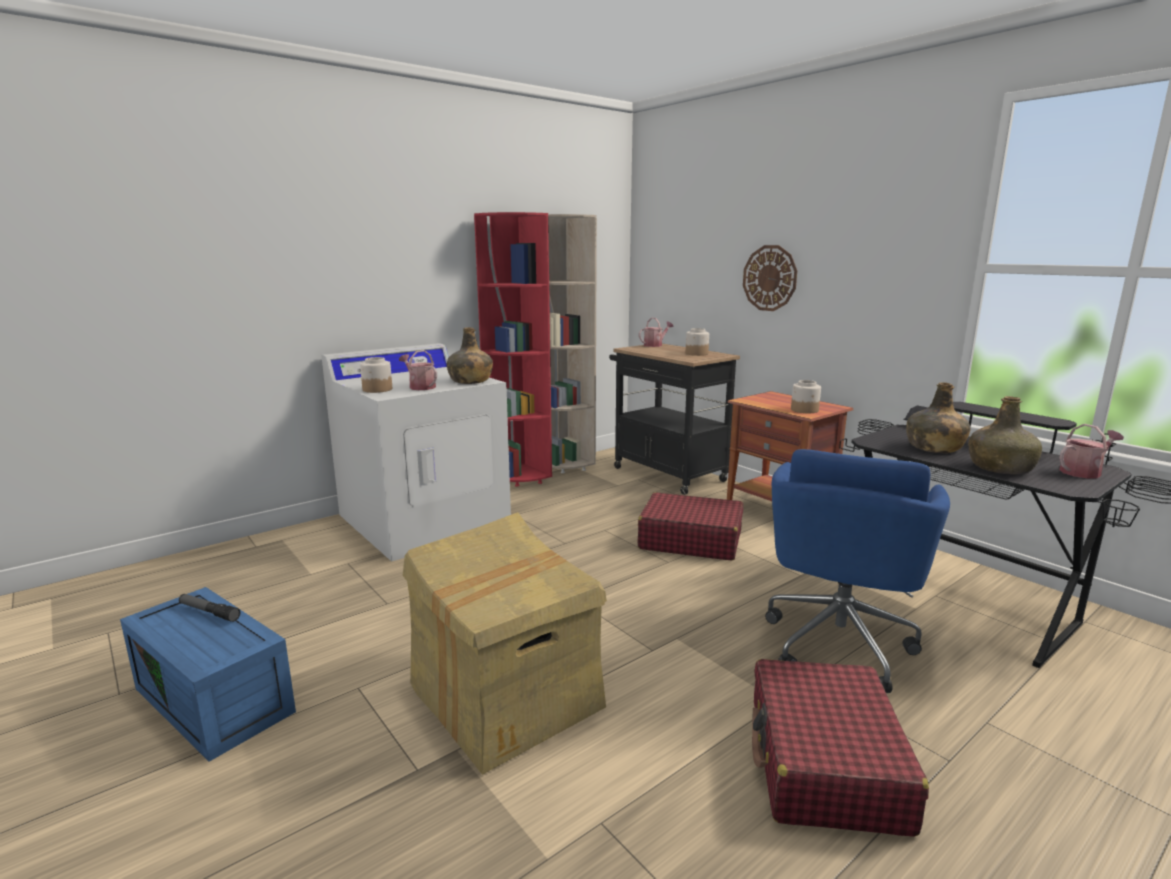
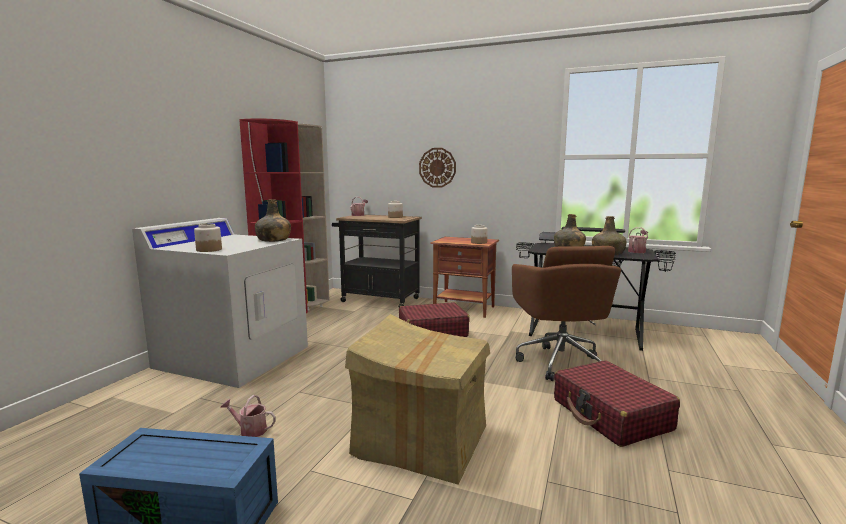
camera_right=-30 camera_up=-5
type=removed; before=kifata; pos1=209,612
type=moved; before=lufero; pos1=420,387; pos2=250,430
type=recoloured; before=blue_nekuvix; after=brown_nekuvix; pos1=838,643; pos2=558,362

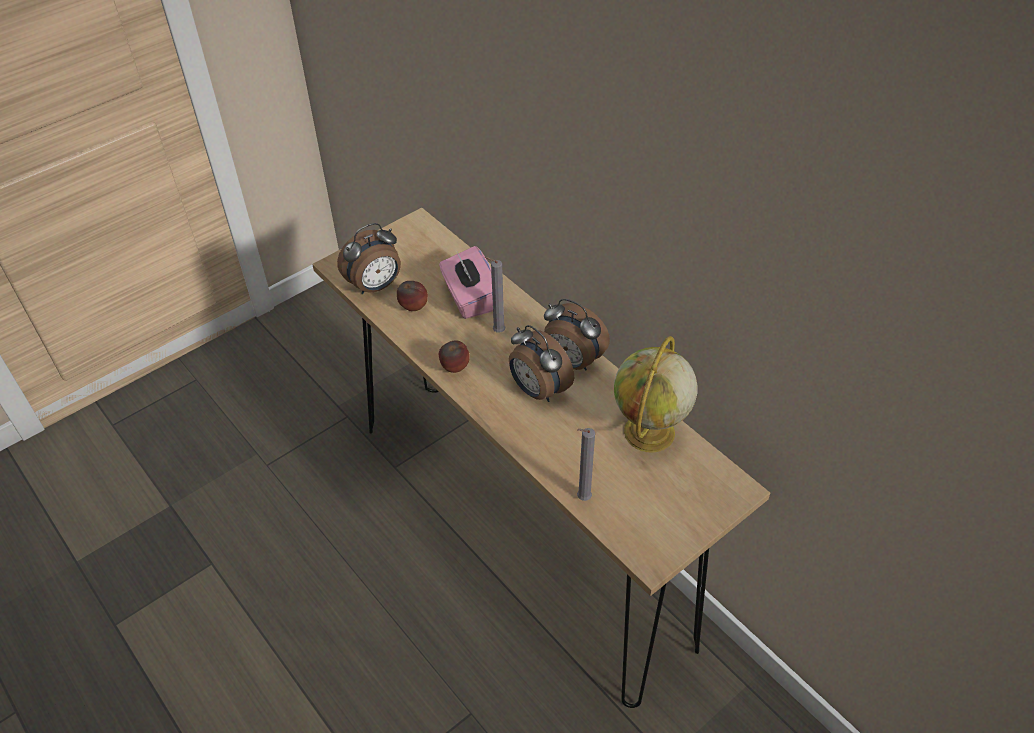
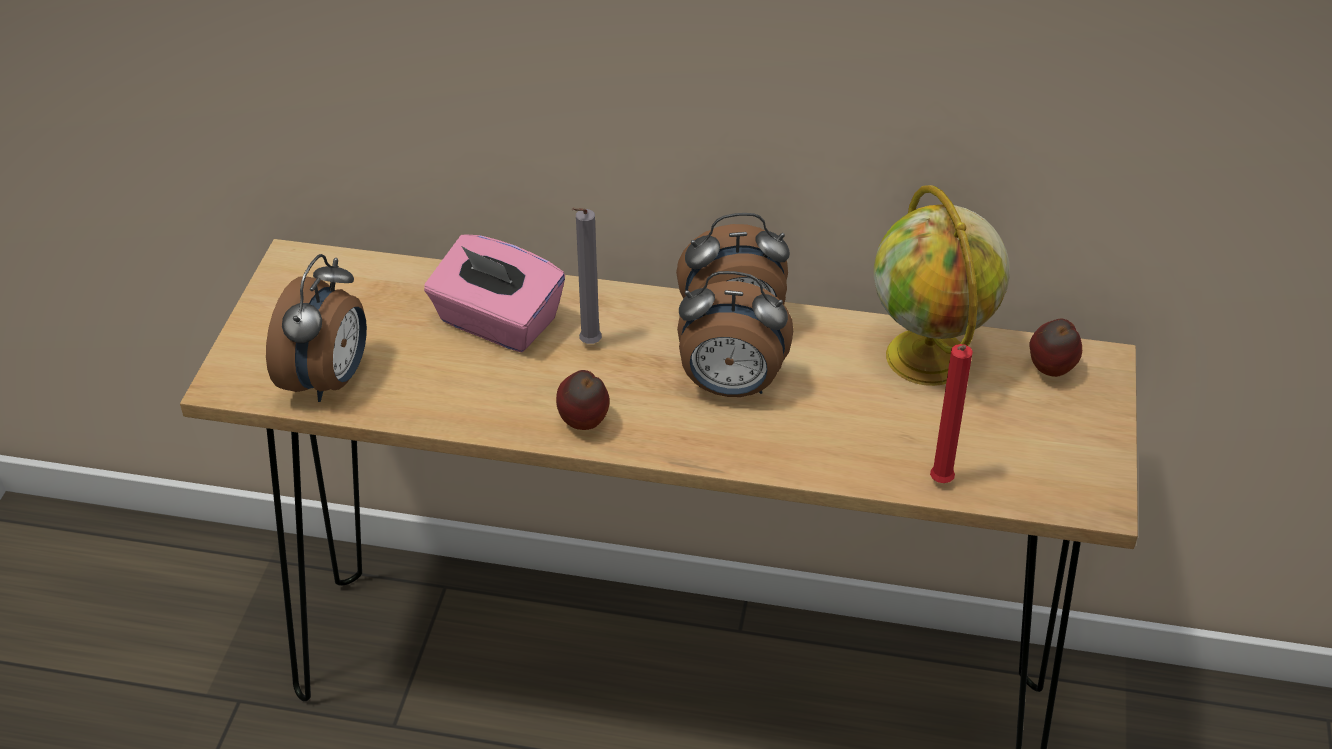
camera_right=-40 camera_up=-5
type=moved; before=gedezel; pos1=413,308; pos2=1050,372
type=recoloured; before=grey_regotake; after=red_regotake; pos1=581,499; pos2=939,484

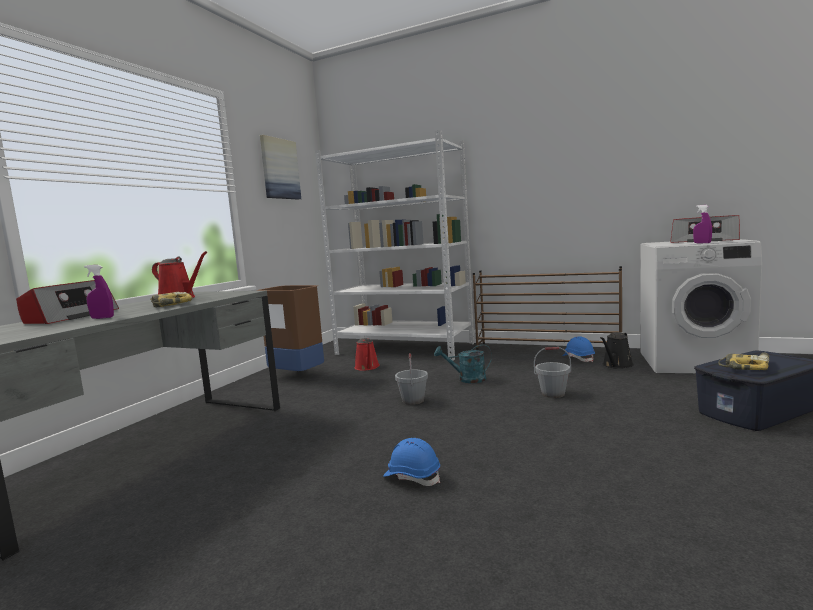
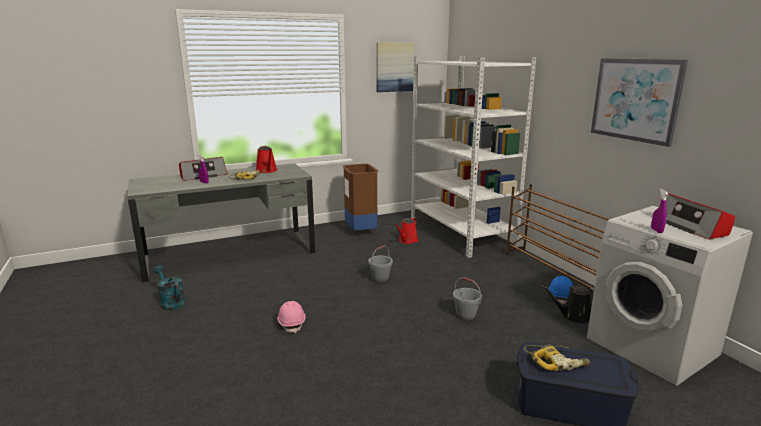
camera_right=40 camera_up=10
type=added; after=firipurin; pos2=635,100
type=moved; before=turquoise_lufero; pos1=467,379; pos2=171,302
type=recoloured; before=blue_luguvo; after=pink_luguvo; pos1=412,477; pos2=291,323

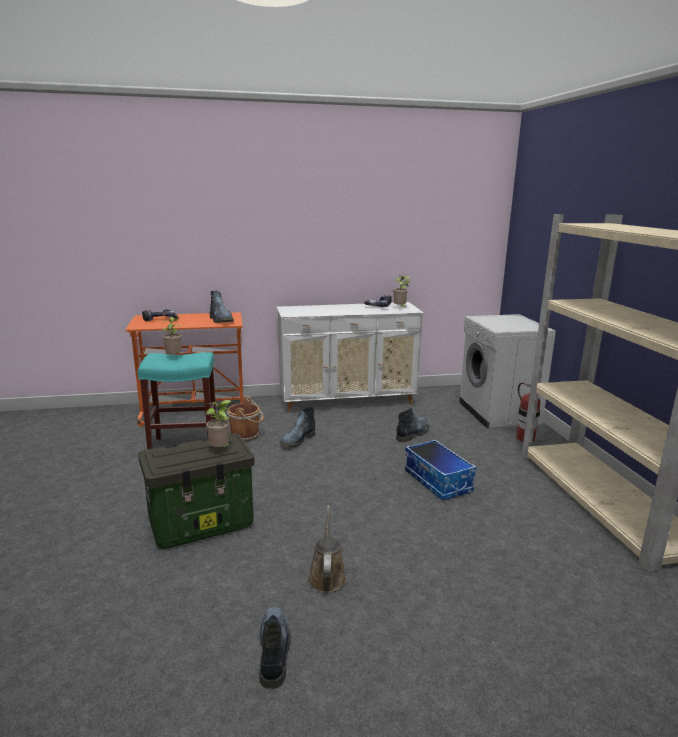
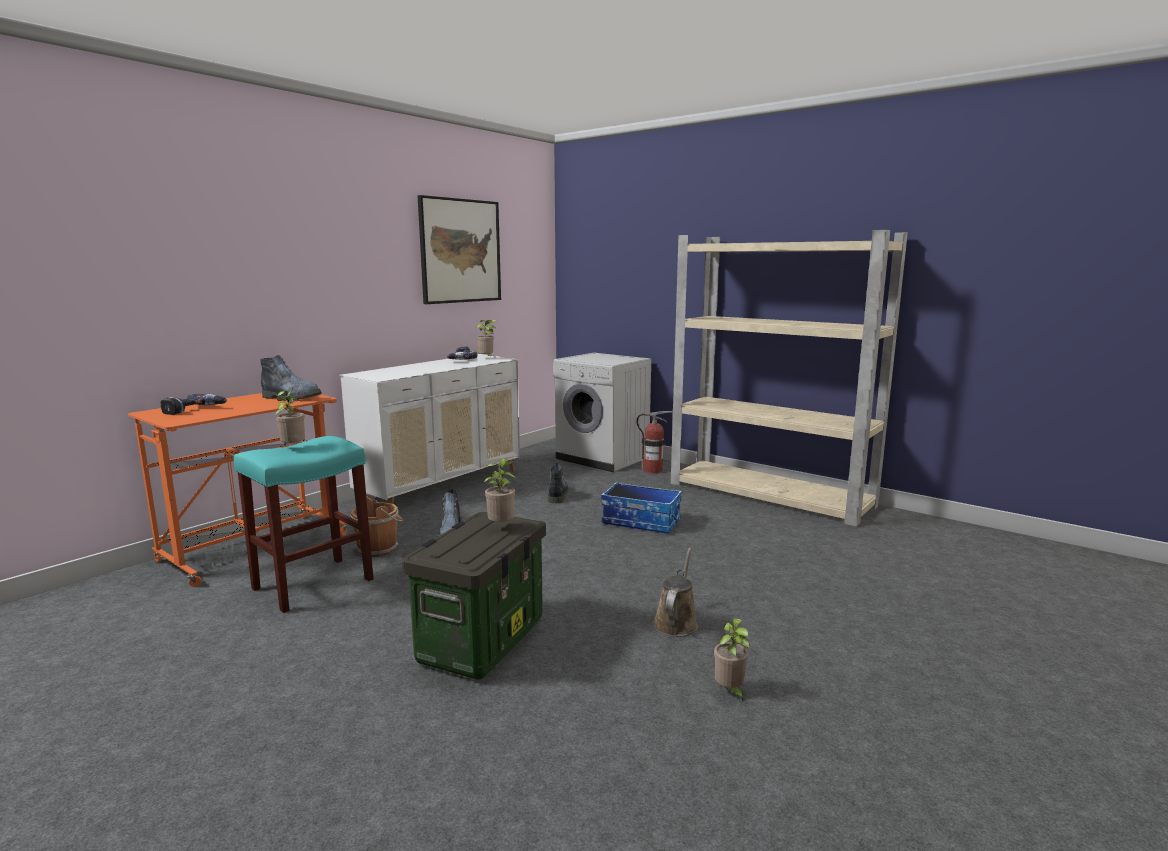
camera_right=-40 camera_up=-5
type=added; after=firipurin; pos2=460,251
type=replaced; before=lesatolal; after=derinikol; pos1=273,649; pos2=730,691
type=turned; before=brown_lufero; pos1=326,576; pos2=676,622; turn=60

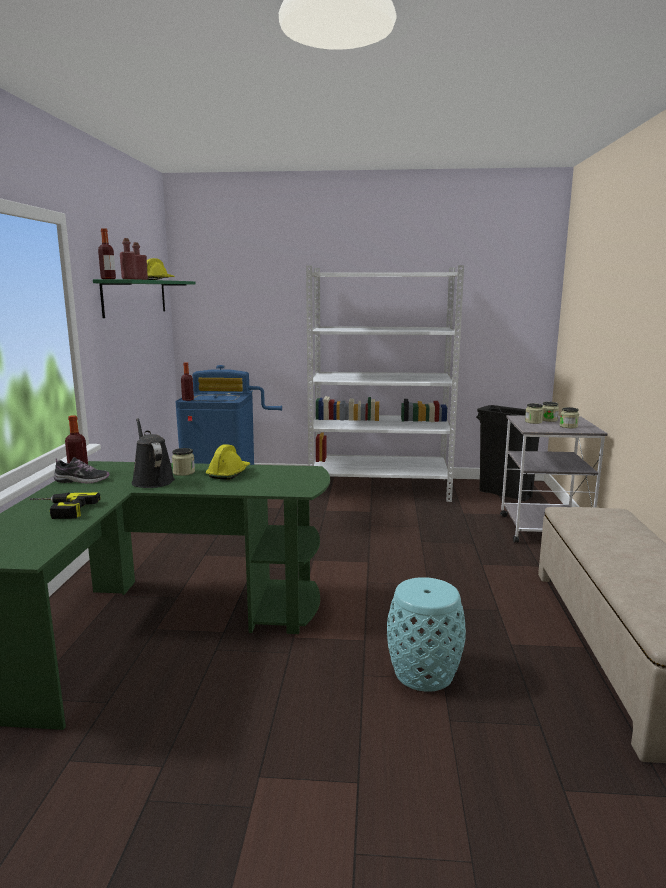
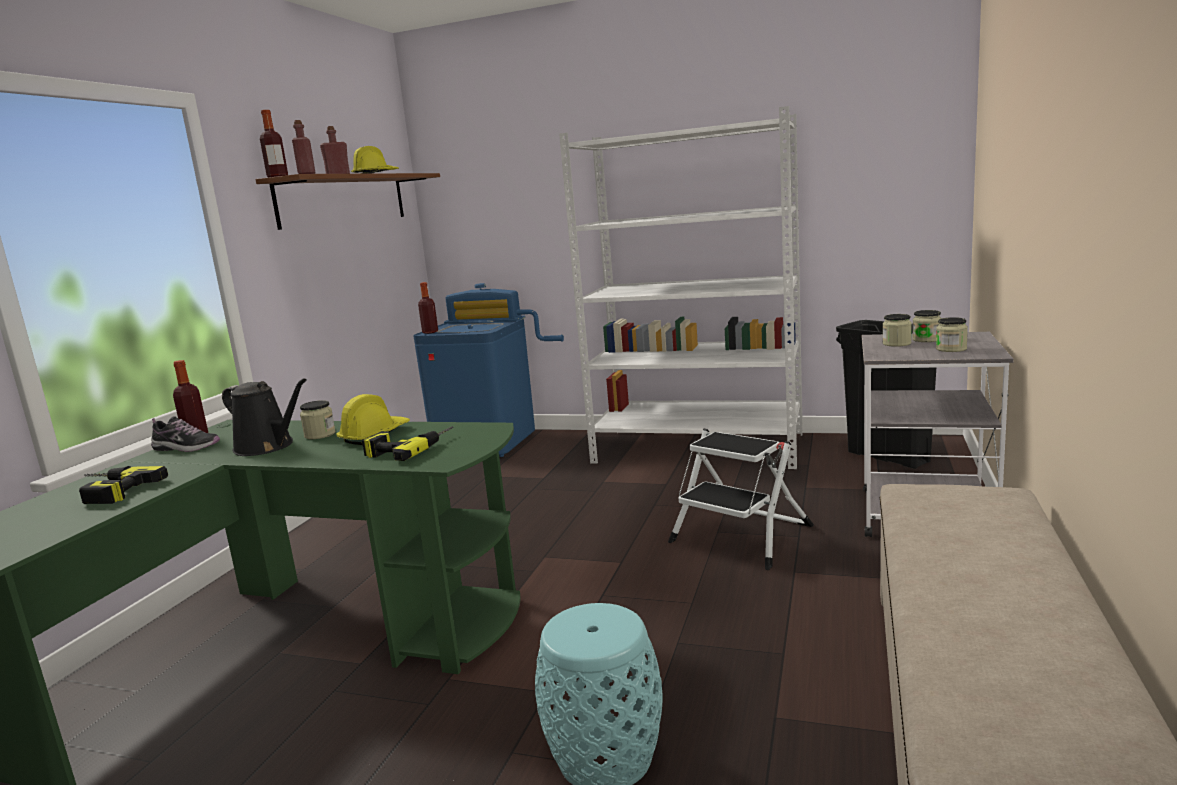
camera_right=15 camera_up=0
type=added; after=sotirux; pos2=409,447
type=added; after=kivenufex; pos2=742,535
type=recoloured; before=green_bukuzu; after=brown_bukuzu; pos1=135,297; pos2=344,200
type=turned; before=black_lufero; pos1=152,480; pos2=268,447; turn=135

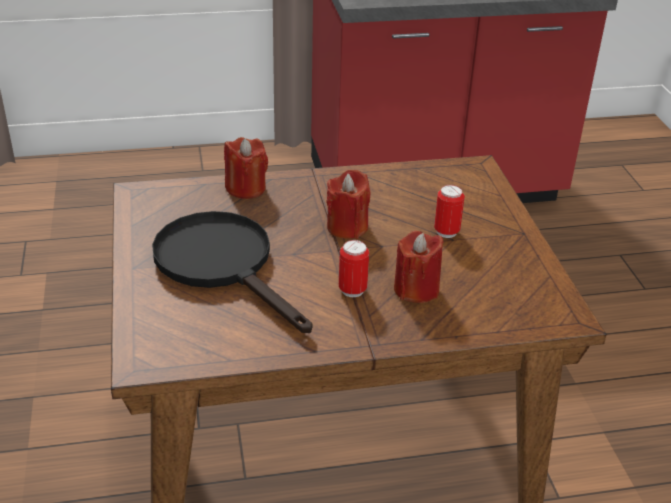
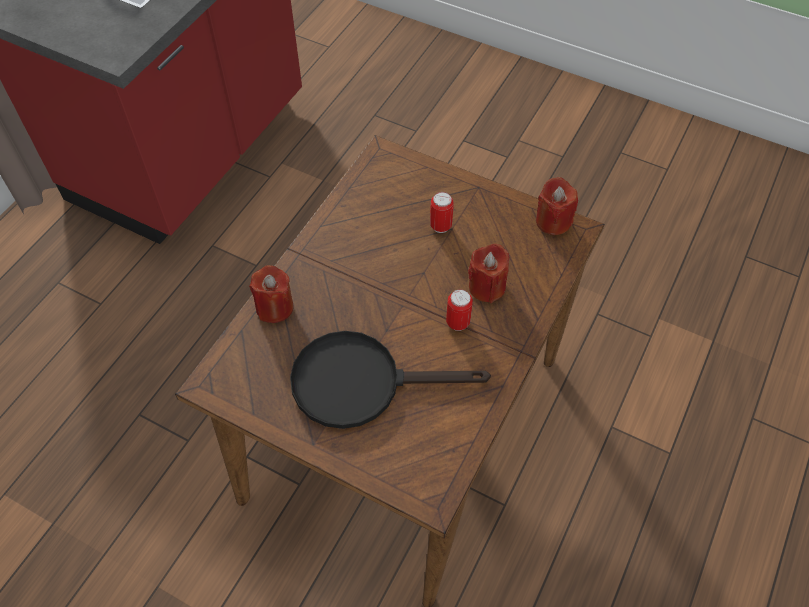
camera_right=-50 camera_up=20
type=moved; before=red_regotake; pos1=347,227; pos2=553,221

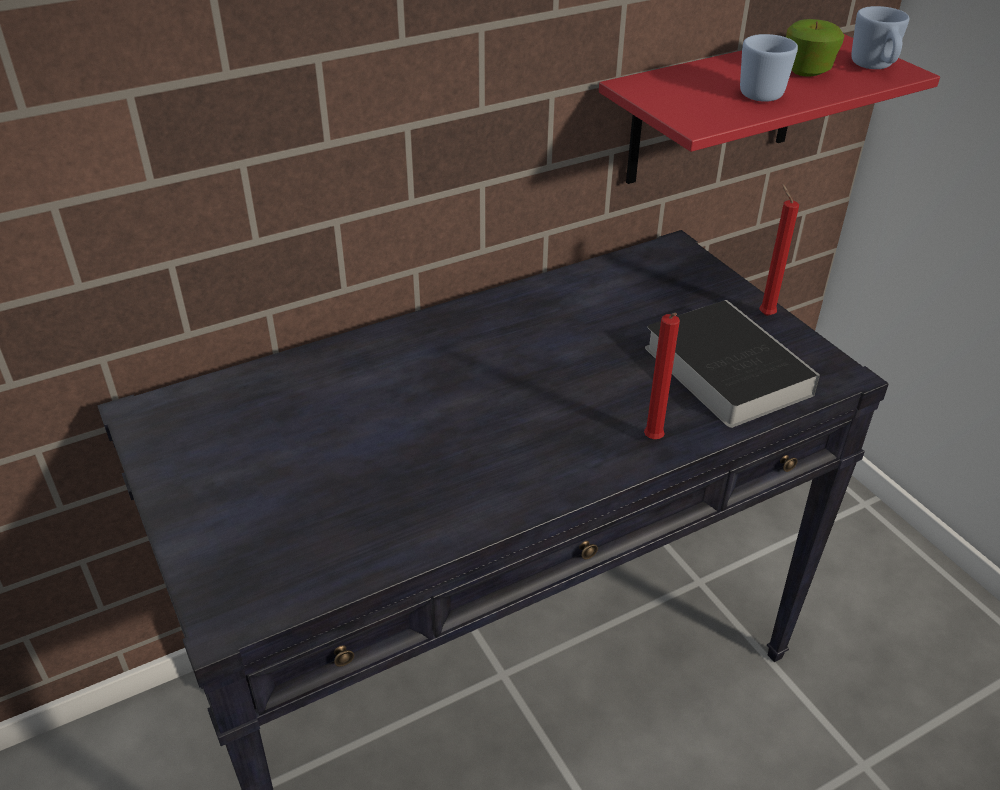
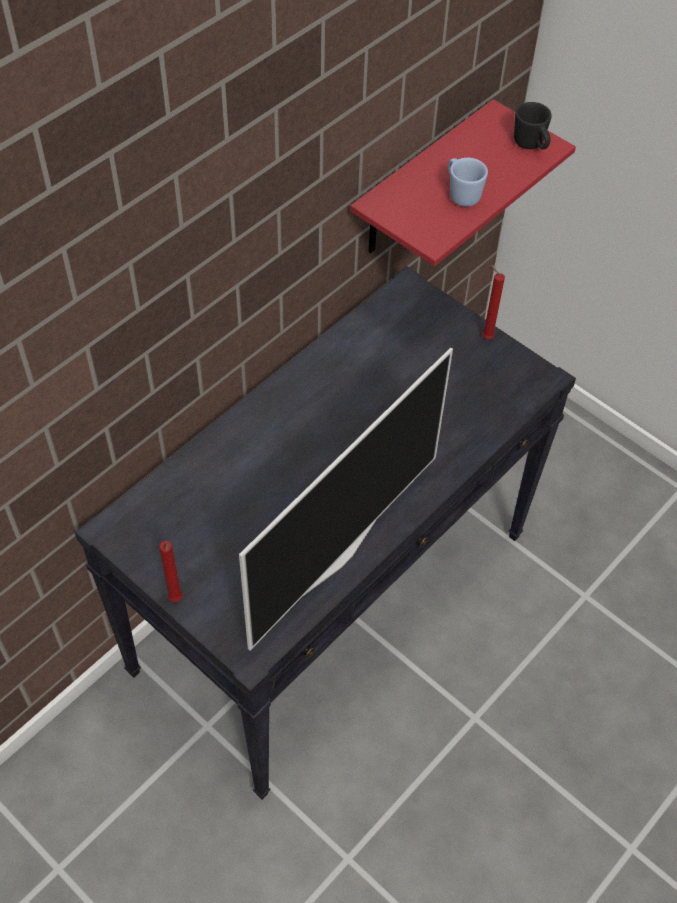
camera_right=-20 camera_up=15
type=removed; before=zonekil; pos1=722,368
type=removed; before=gedezel; pos1=807,71
type=added; after=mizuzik; pos2=336,553
type=moved; before=red_regotake; pos1=653,441; pos2=176,600
type=recoloured; before=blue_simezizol; after=black_simezizol; pos1=874,67; pos2=531,145

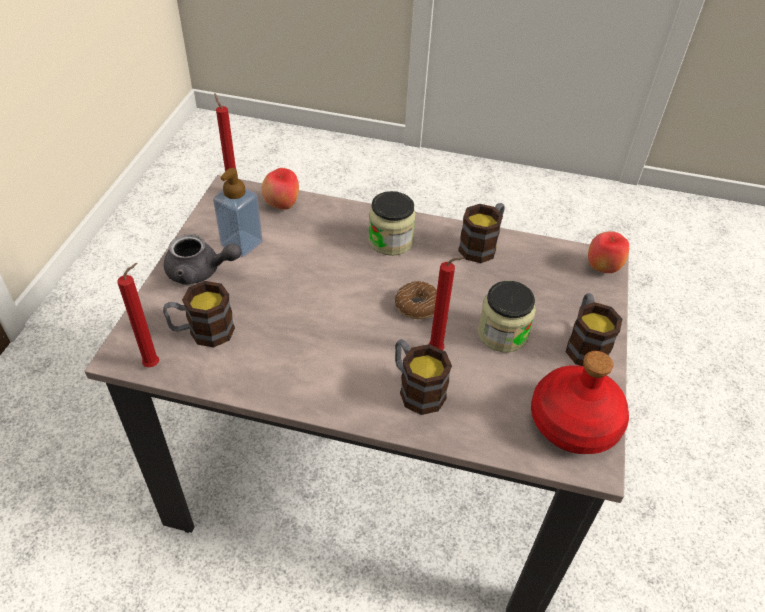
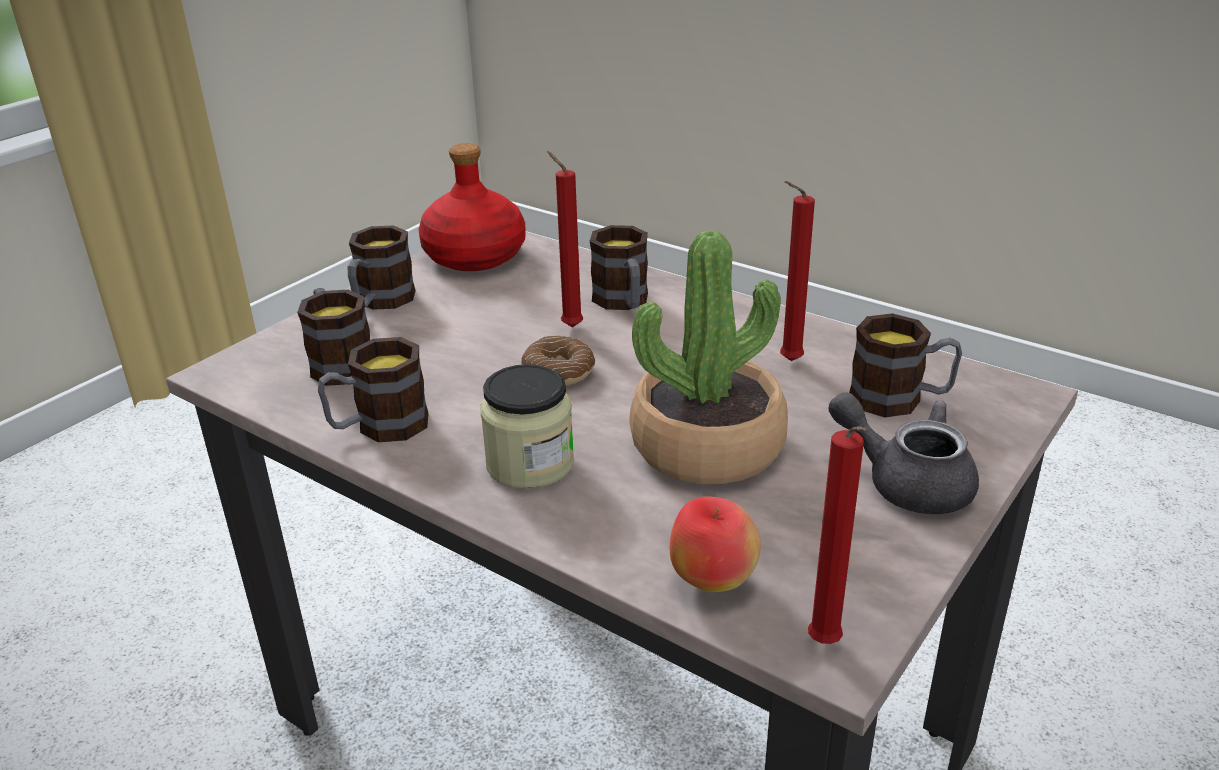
camera_right=-155 camera_up=-15
type=removed; before=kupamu; pos1=242,244
type=removed; before=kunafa; pos1=502,334
type=removed; before=gedezel; pos1=602,268
type=added; after=simezizol; pos2=339,362
type=added; after=derinikol; pos2=707,446
type=moved; before=red_regotake; pos1=155,364; pos2=787,361

